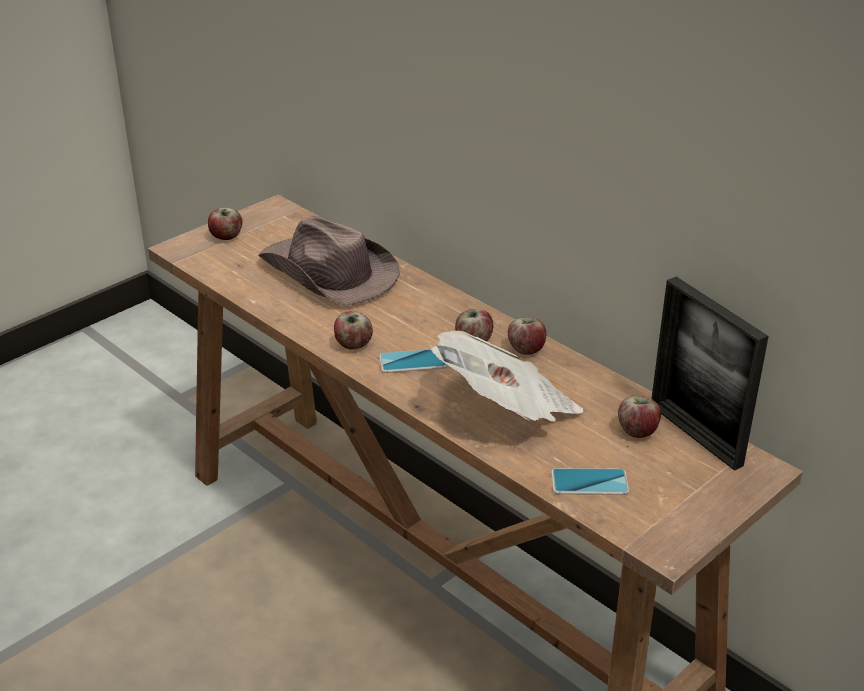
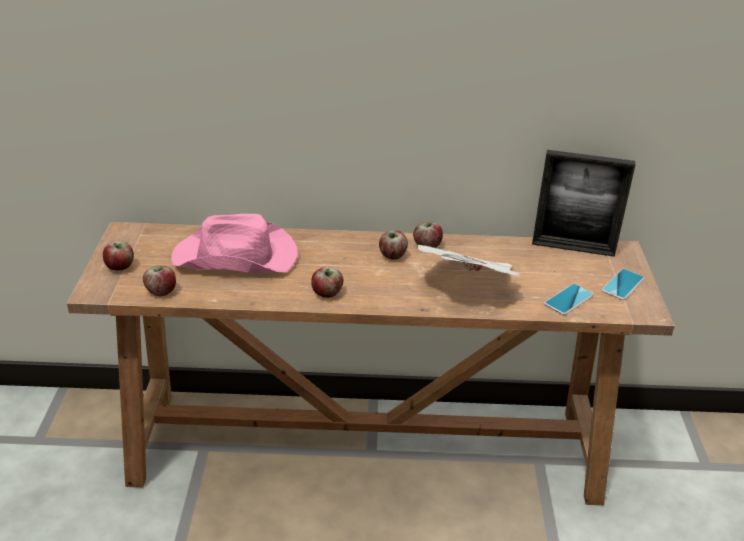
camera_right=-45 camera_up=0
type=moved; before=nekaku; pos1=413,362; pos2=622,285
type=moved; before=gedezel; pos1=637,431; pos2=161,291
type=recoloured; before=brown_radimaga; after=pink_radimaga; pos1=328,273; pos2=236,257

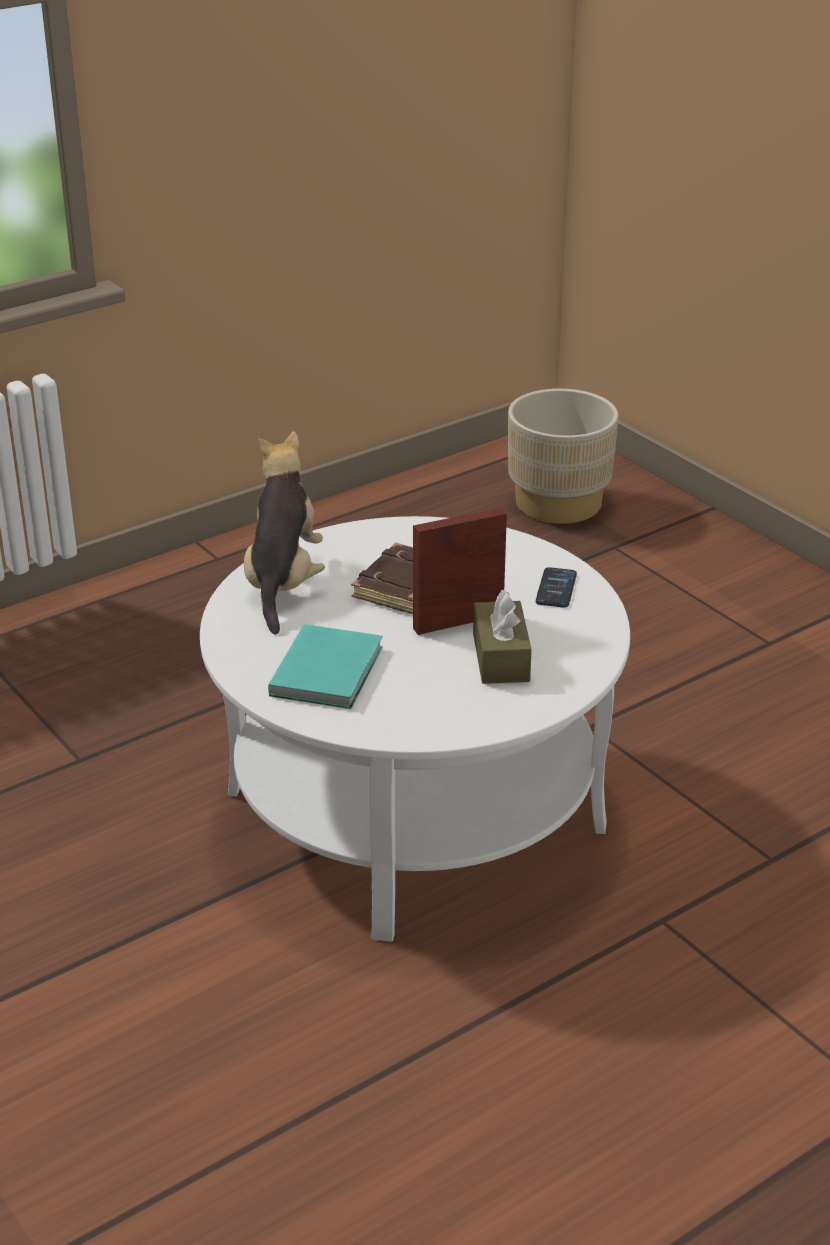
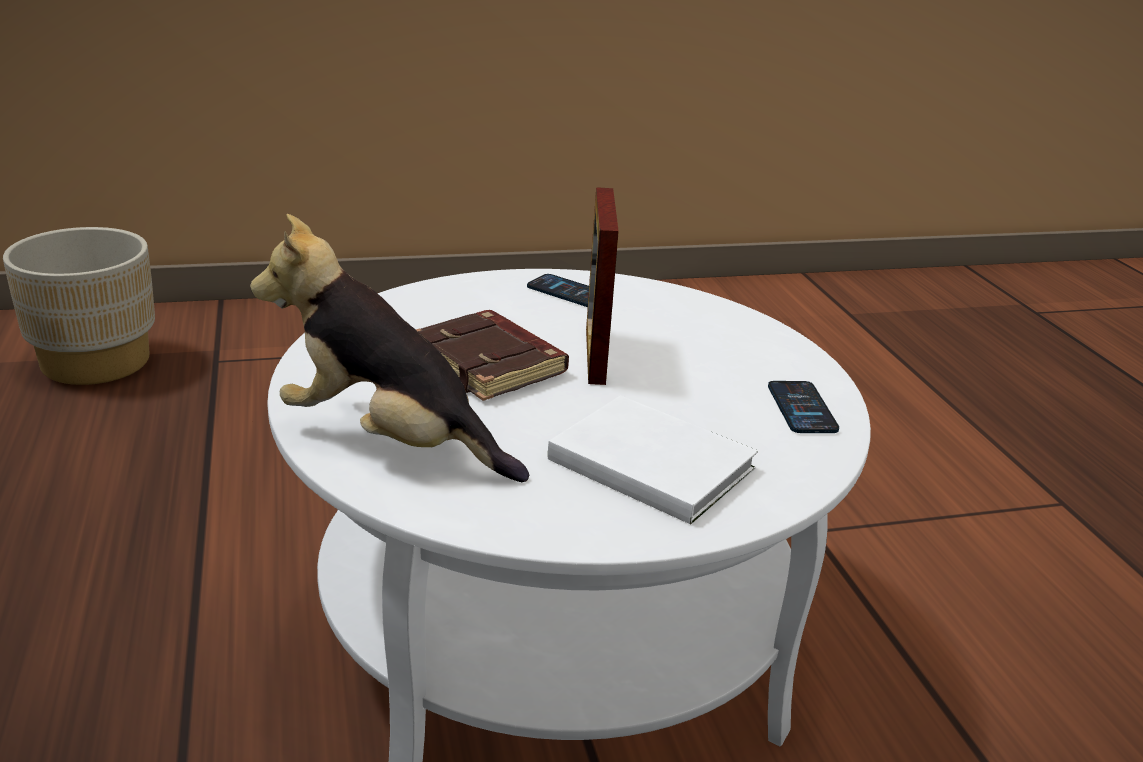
camera_right=-70 camera_up=-5
type=removed; before=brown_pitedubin; pos1=501,657
type=added; after=nekaku; pos2=801,408
type=recoloured; before=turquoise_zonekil; after=white_zonekil; pos1=329,669; pos2=649,461

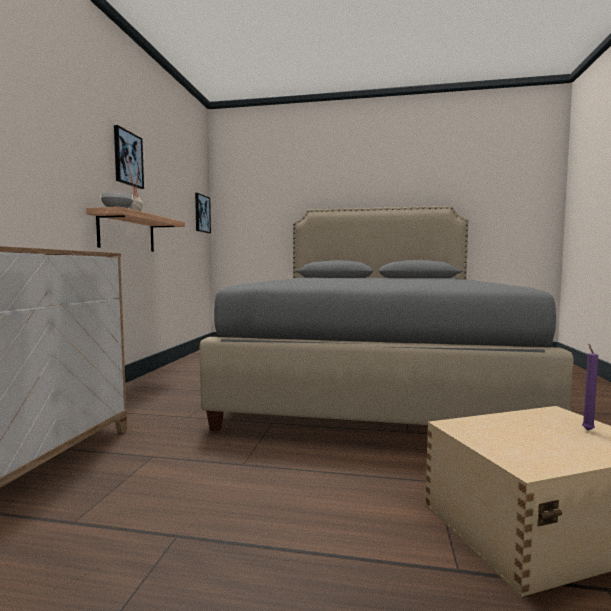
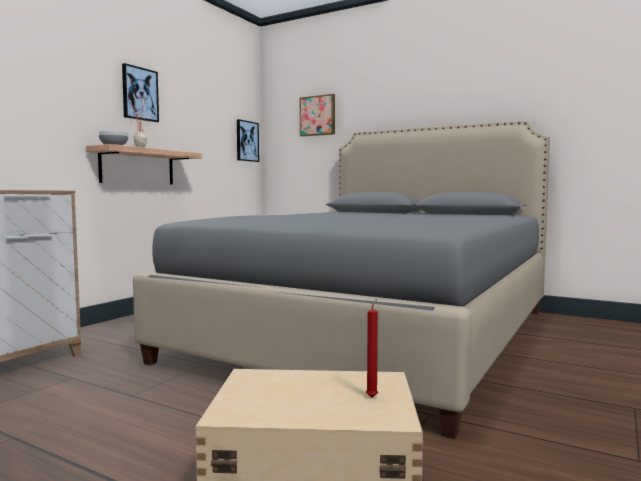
camera_right=20 camera_up=0
type=added; after=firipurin; pos2=318,116
type=recoloured; before=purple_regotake; after=red_regotake; pos1=587,429; pos2=372,397

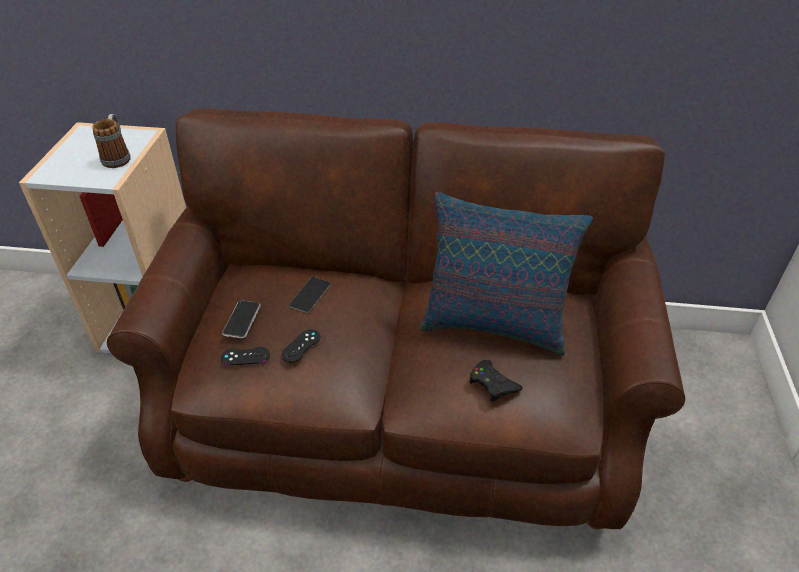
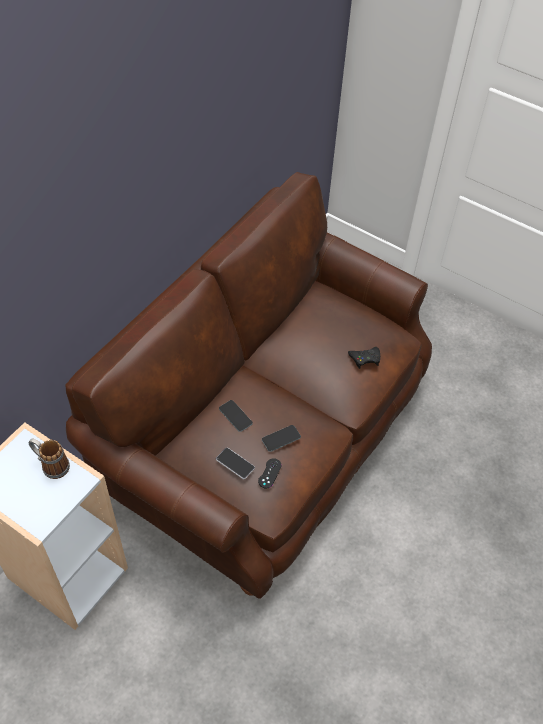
camera_right=-65 camera_up=10
type=removed; before=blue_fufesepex; pos1=493,327
type=replaced; before=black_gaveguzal; after=nekaku; pos1=301,346; pos2=281,438

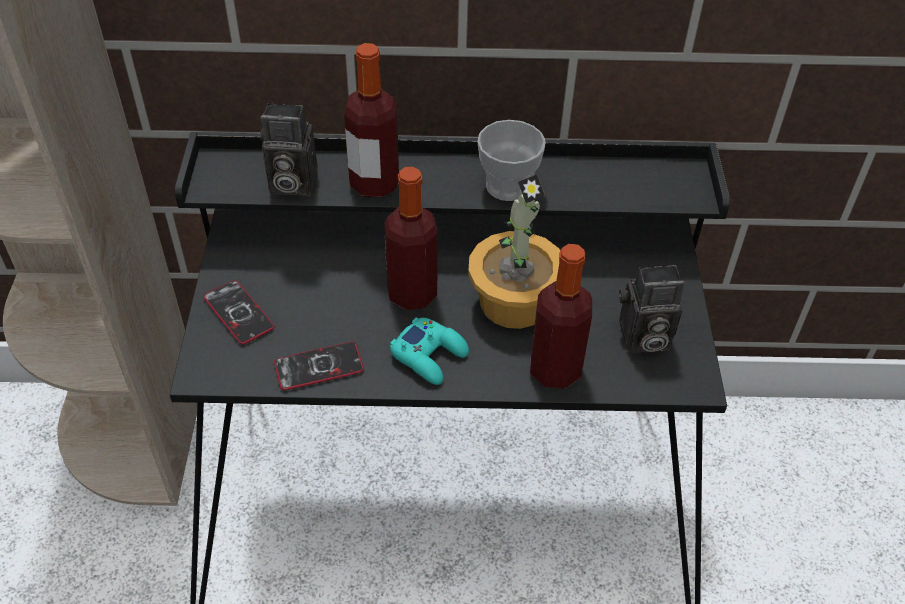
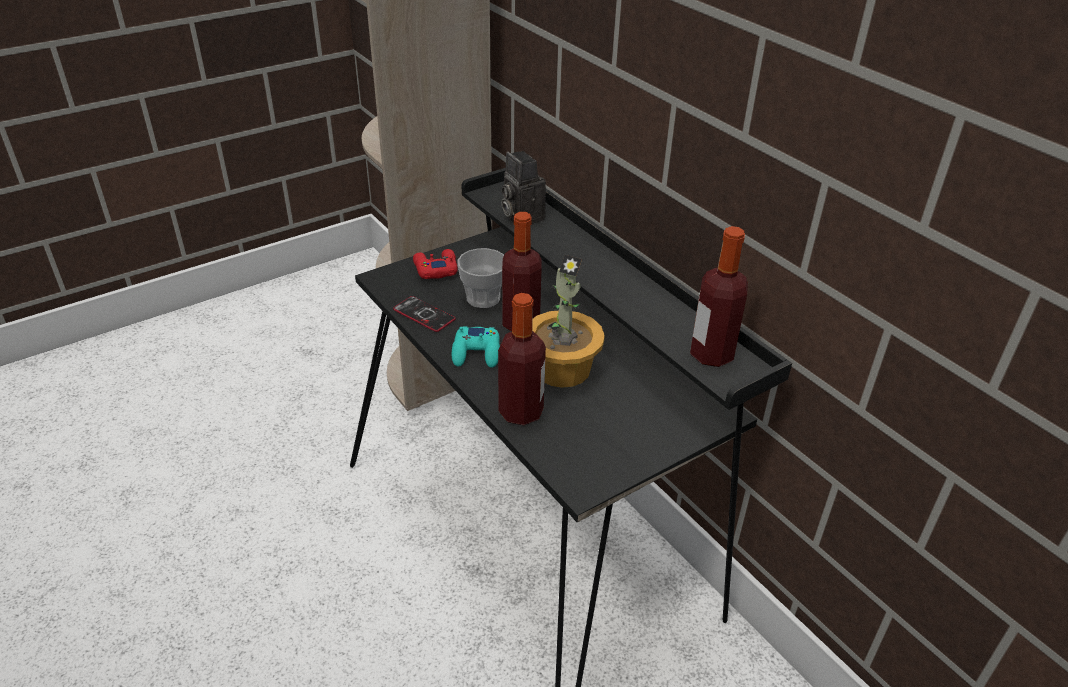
camera_right=55 camera_up=-10
type=removed; before=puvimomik; pos1=642,338
type=moved; before=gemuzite; pos1=374,183; pos2=711,354
type=moved; before=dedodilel; pos1=508,186; pos2=483,298
type=replaced; before=nekaku; after=red_gaveguzal; pos1=238,313; pos2=435,269

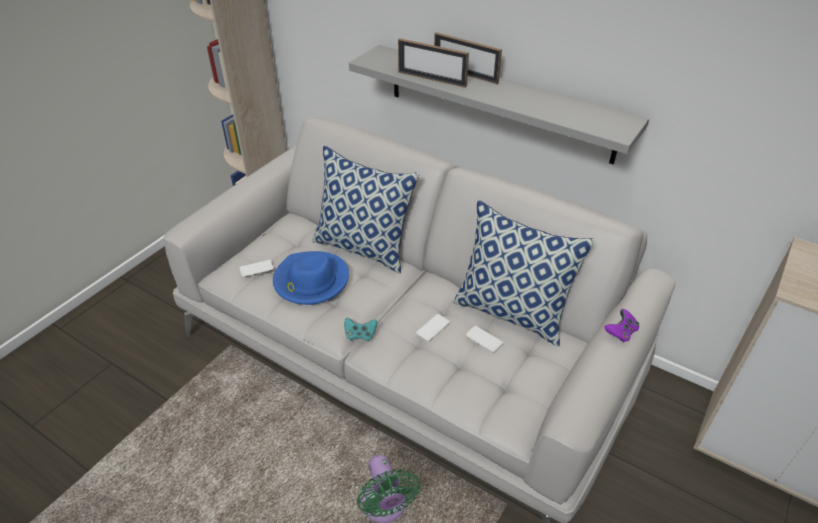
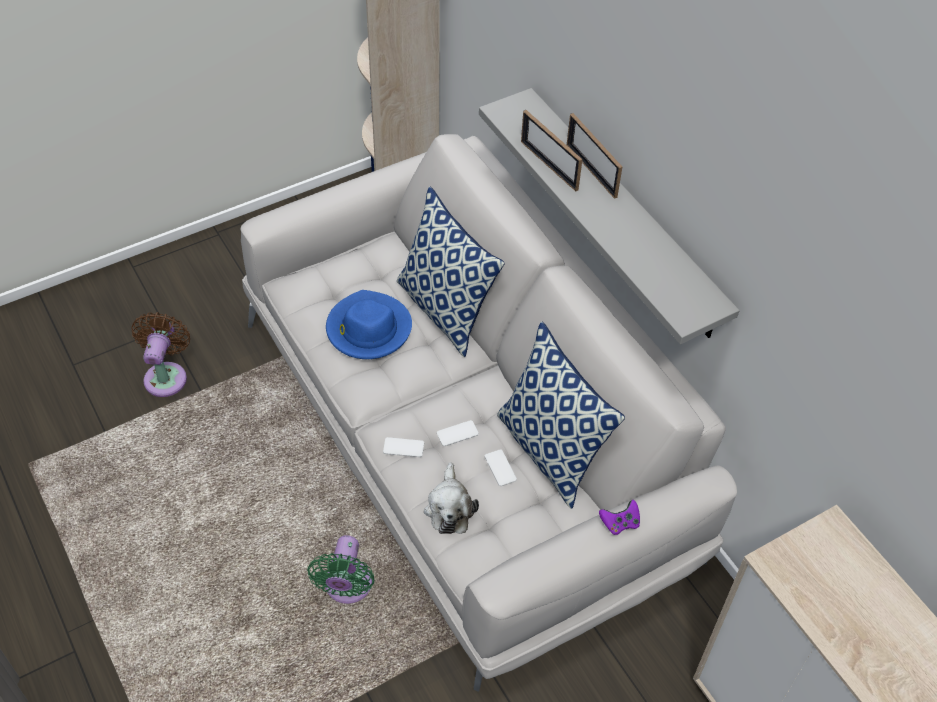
camera_right=25 camera_up=10
type=removed; before=turquoise_gaveguzal; pos1=360,335
type=added; after=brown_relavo; pos2=166,375
type=added; after=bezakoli; pos2=449,508
type=moved; before=nekaku; pos1=256,269; pos2=403,447

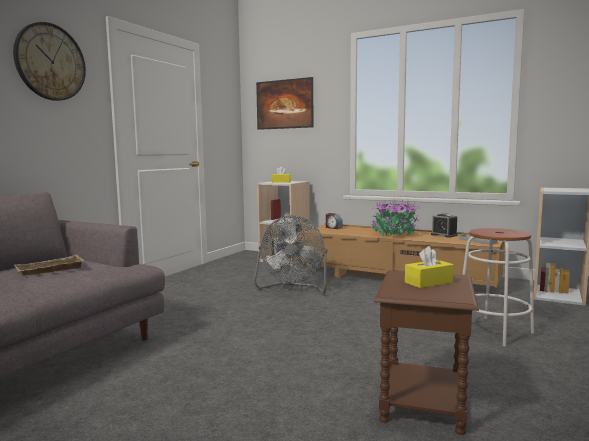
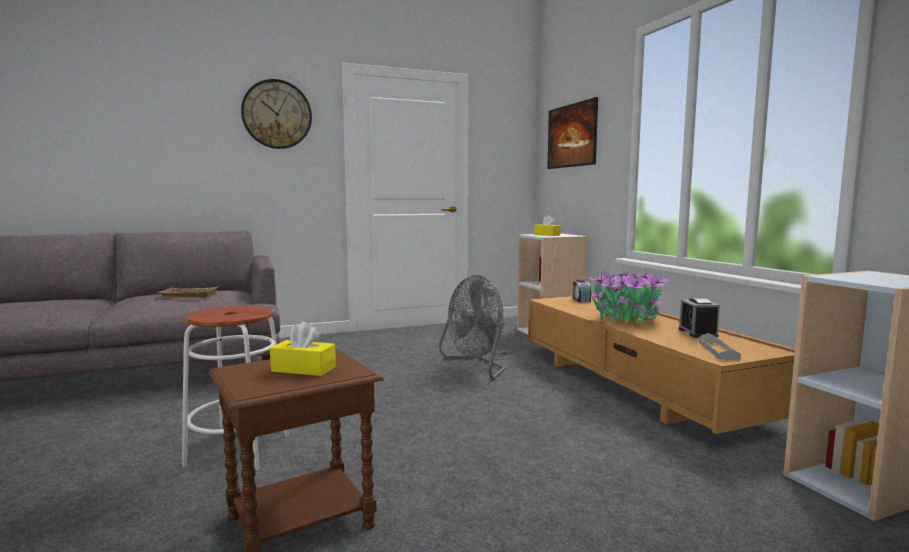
camera_right=40 camera_up=0
type=moved; before=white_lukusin; pos1=494,331; pos2=238,450

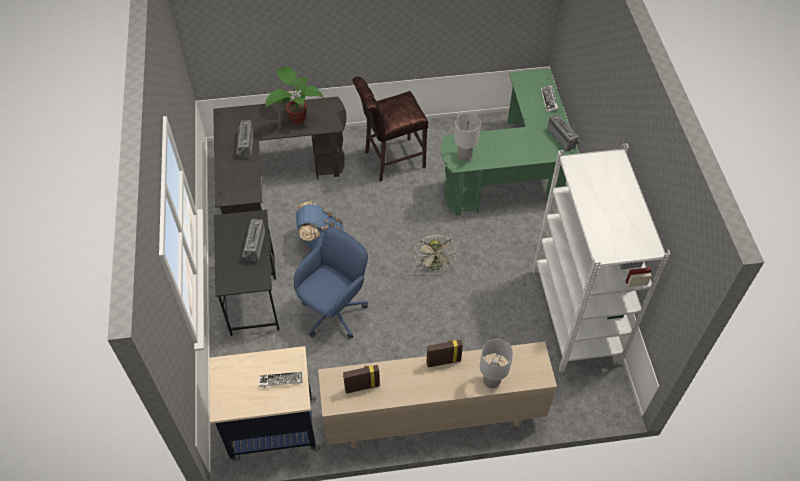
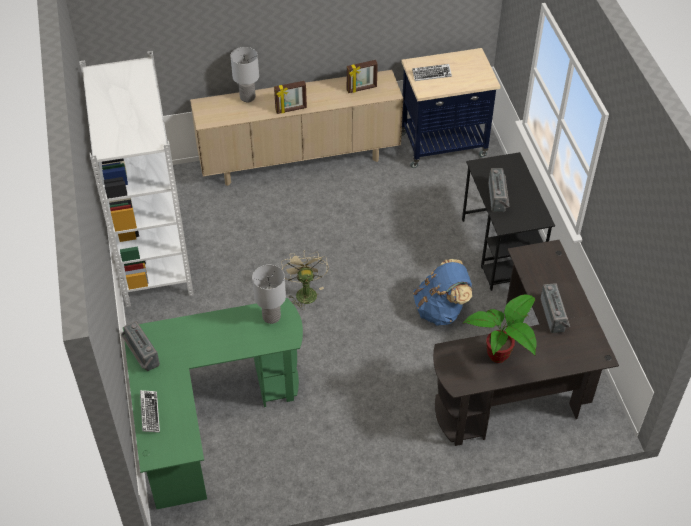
camera_right=175 camera_up=-5
type=removed; before=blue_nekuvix; pos1=334,313
type=removed; before=brown_lukusin; pos1=391,160

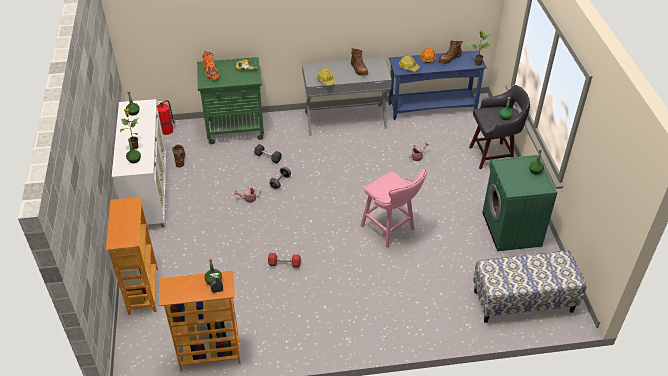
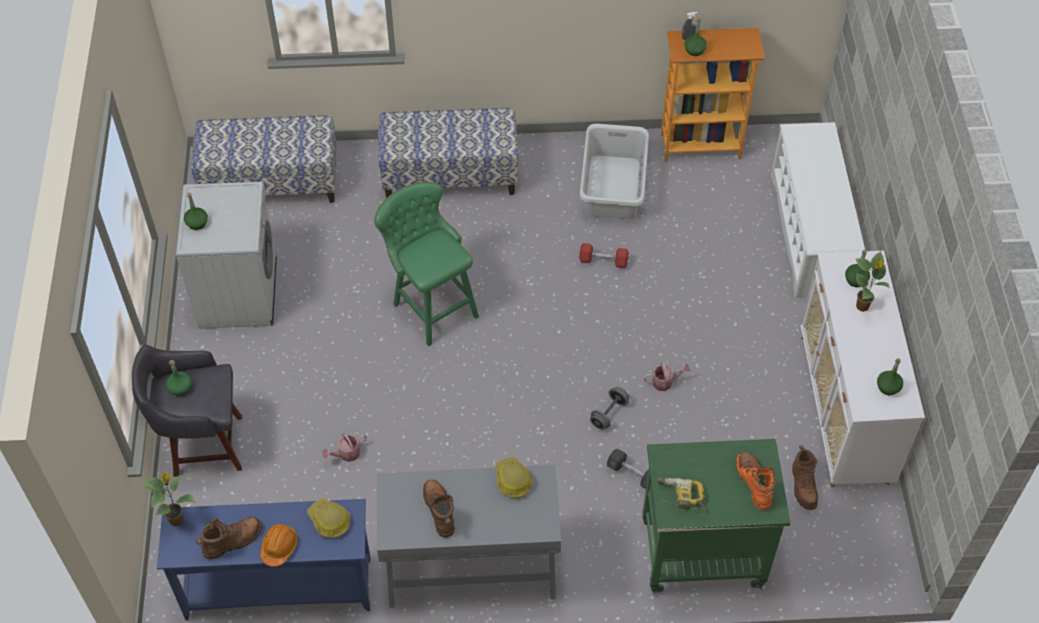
camera_right=-175 camera_up=10
type=removed; before=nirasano; pos1=167,130
type=added; after=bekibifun; pos2=450,176
type=added; after=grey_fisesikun; pos2=612,187
type=replaced; before=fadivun; after=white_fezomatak; pos1=142,291; pos2=809,234
type=recoloured; before=pink_lukusin; after=green_lukusin; pos1=391,231; pos2=430,303
type=recoloured; before=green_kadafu; after=white_kadafu; pos1=510,229; pos2=240,292

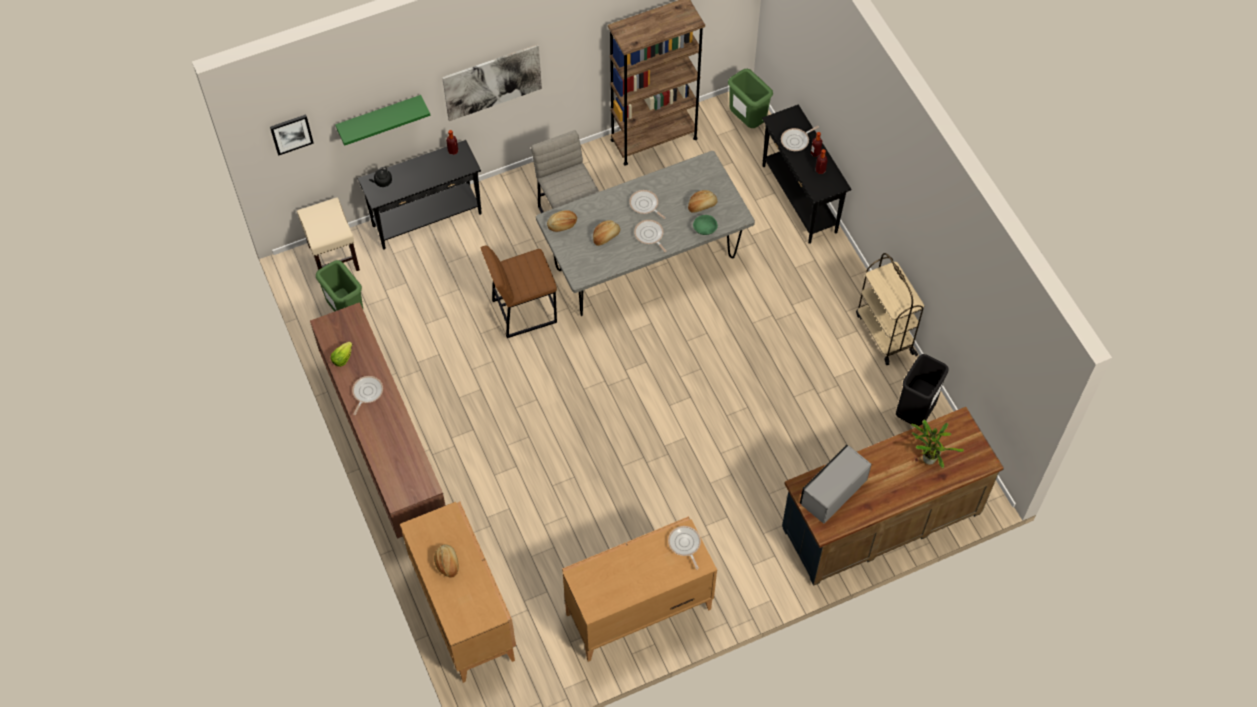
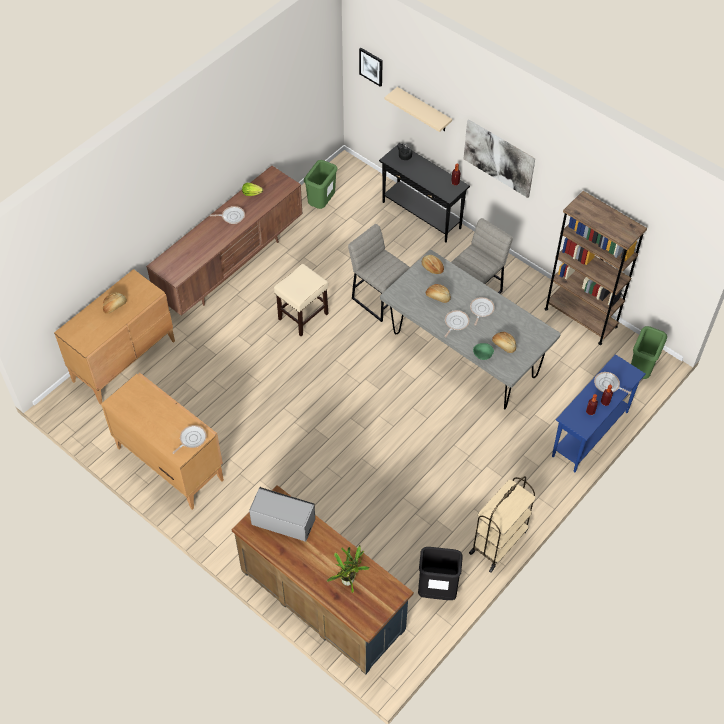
camera_right=65 camera_up=-5
type=moved; before=beige_lukusin; pos1=334,258; pos2=303,316
type=recoloured; before=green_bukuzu; after=beige_bukuzu; pos1=379,117; pos2=424,110
type=recoloured; before=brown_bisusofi; after=grey_bisusofi; pos1=522,312; pos2=378,298
type=recoloured; before=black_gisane; after=blue_gisane; pos1=800,199; pos2=590,435

